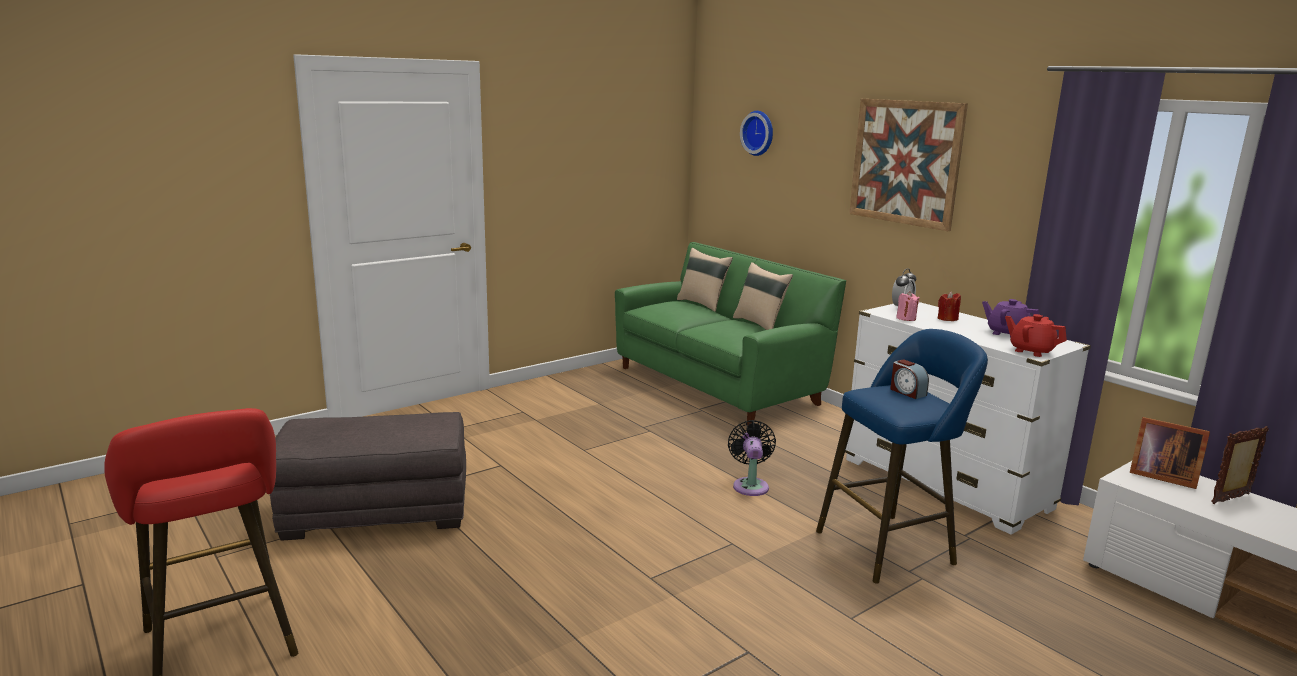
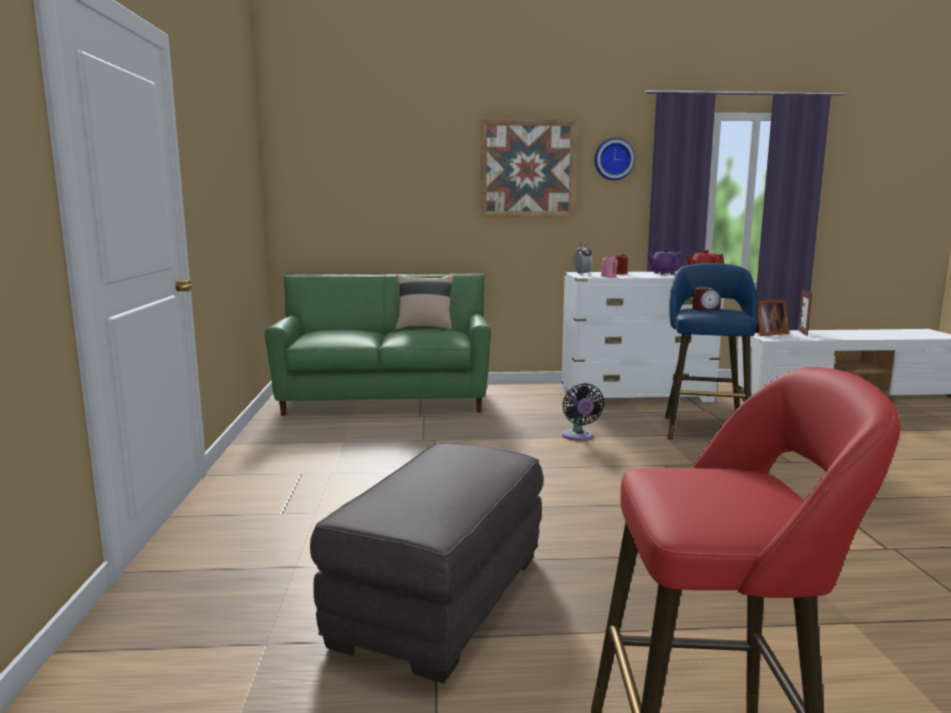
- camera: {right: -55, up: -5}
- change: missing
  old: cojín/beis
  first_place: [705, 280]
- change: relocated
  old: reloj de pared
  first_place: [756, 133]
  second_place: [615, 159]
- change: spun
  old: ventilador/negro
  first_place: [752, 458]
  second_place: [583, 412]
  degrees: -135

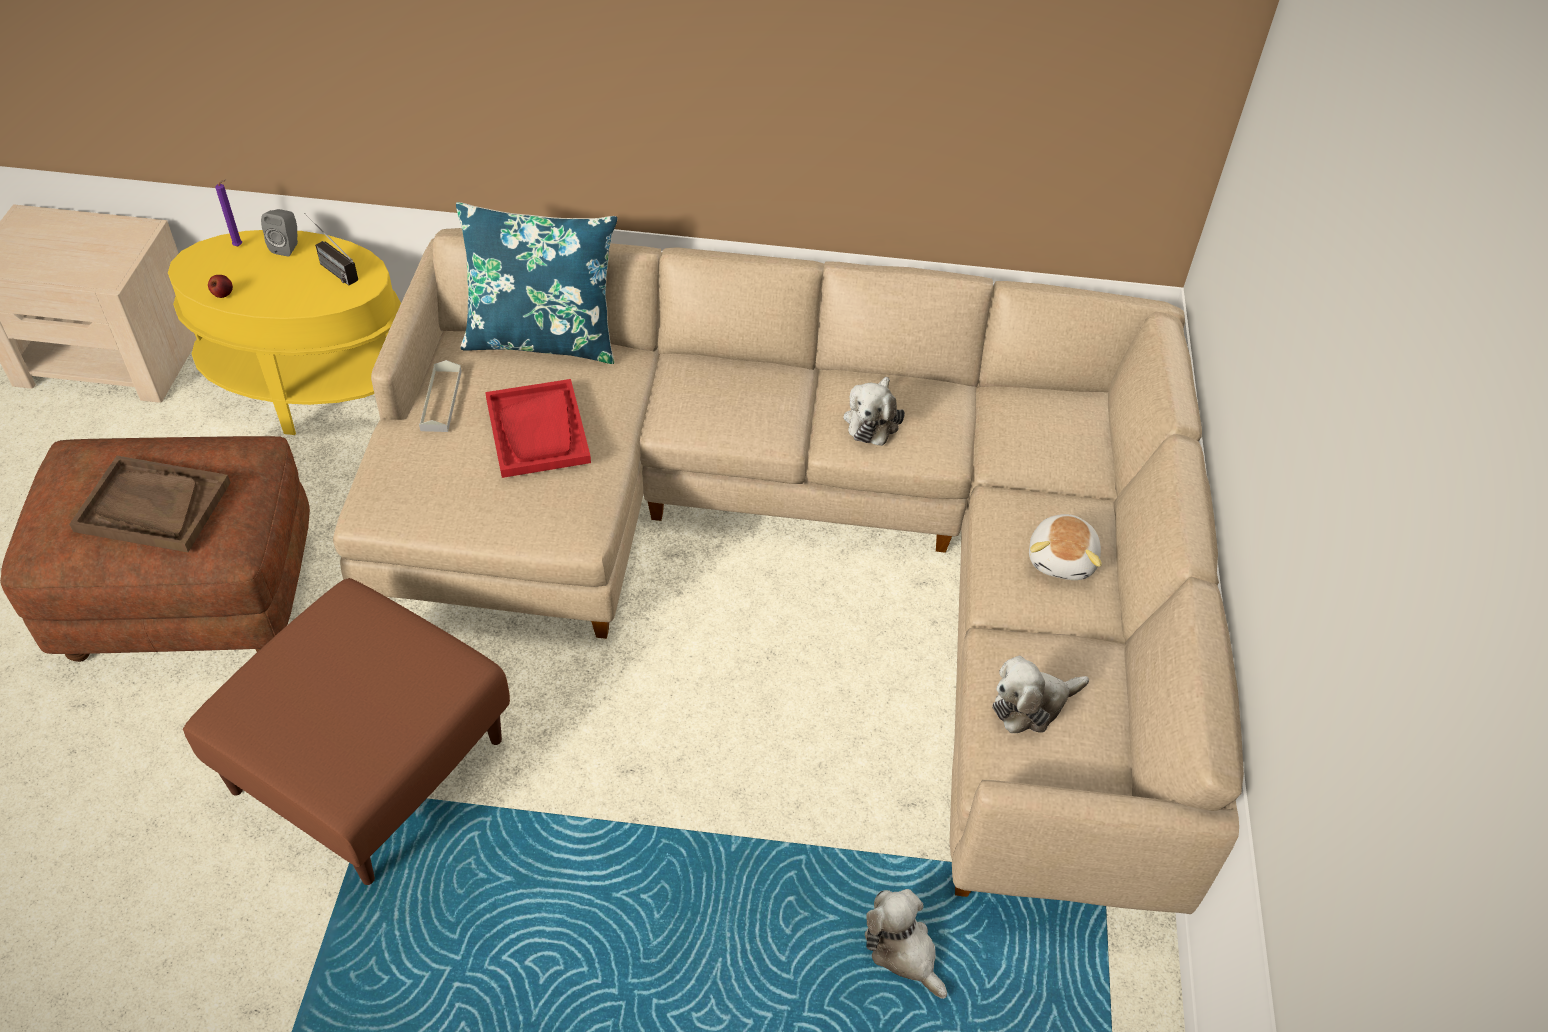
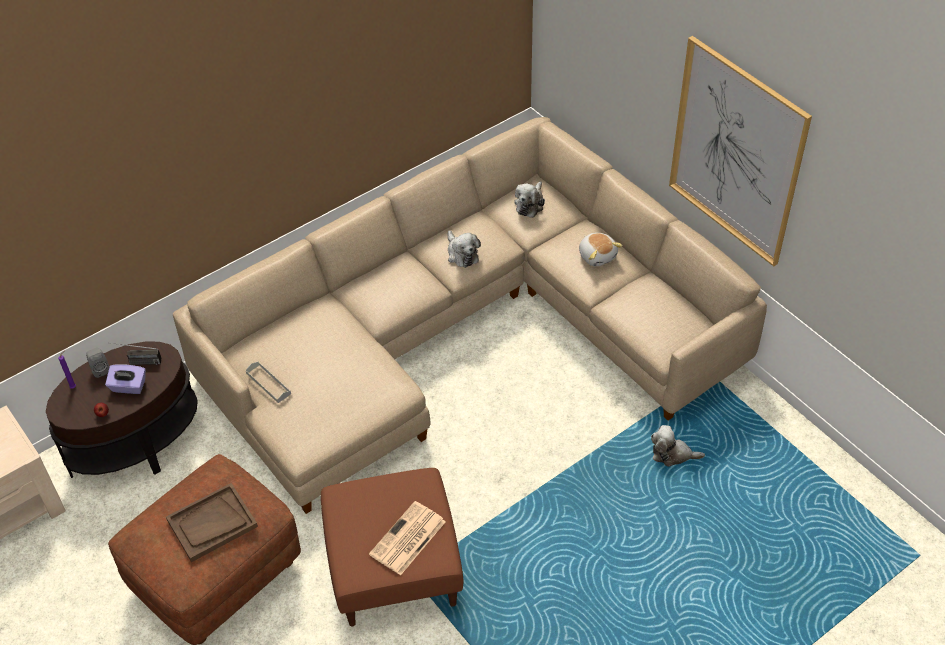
- camera: {right: -40, up: 0}
- change: missing
  old: cojín/azul
  first_place: [536, 283]
- change: missing
  old: bandeja/rojo
  first_place: [538, 428]
- change: appeared
  new: caja de pañuelos/morado
  second_place: [125, 379]
- change: appeared
  new: periódico
  second_place: [407, 538]
- change: appeared
  new: cuadro
  second_place: [740, 151]
- change: relocated
  old: peluche
  first_place: [1040, 694]
  second_place: [529, 199]
- change: colour
  old: mesa auxiliar/amarillo
  new: mesa auxiliar/marrón
  first_place: [284, 332]
  second_place: [122, 410]

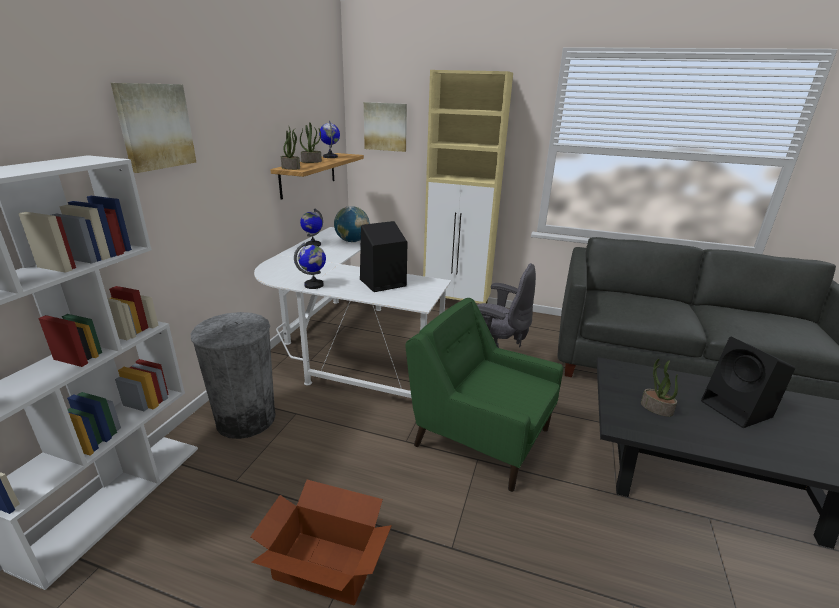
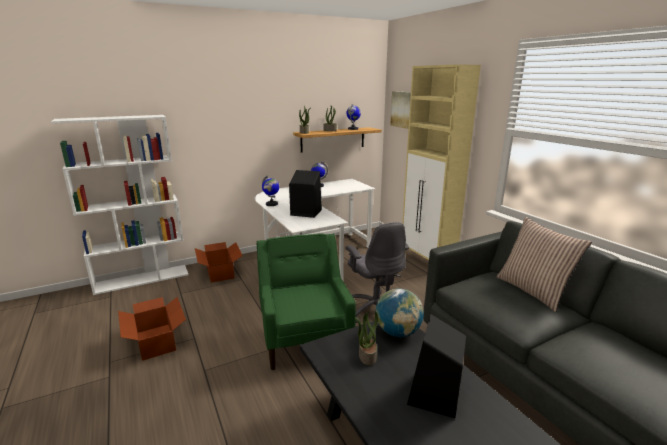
- camera: {right: 45, up: -5}
- change: missing
  old: cuadro
  first_place: [153, 128]
- change: appeared
  new: cojín
  second_place: [544, 264]
- change: relocated
  old: globo terráqueo
  first_place: [352, 224]
  second_place: [400, 312]
- change: exchanged
  old: papelera/gris
  new: caja de cartón
  first_place: [233, 375]
  second_place: [219, 262]

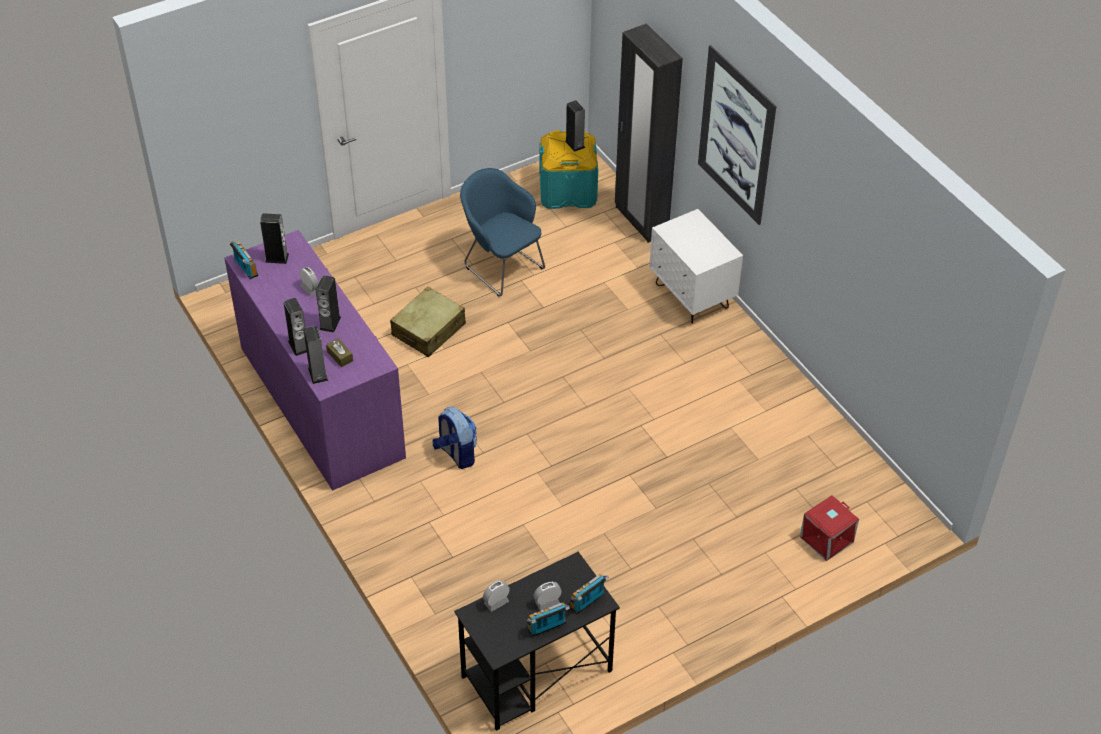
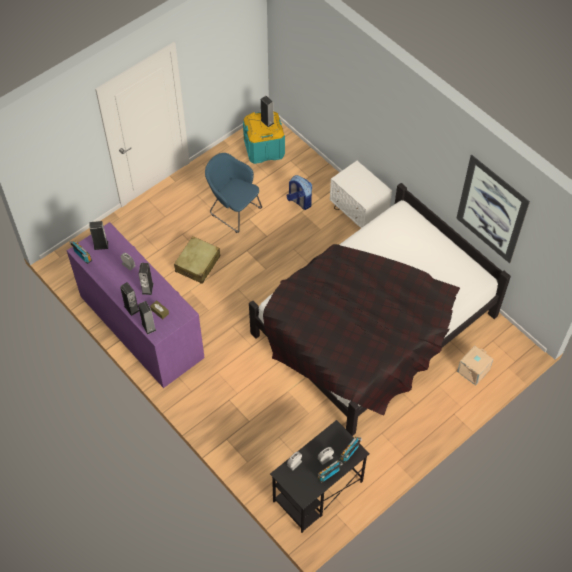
- camera: {right: -10, up: 10}
- change: missing
  old: armario ropero/negro
  first_place: [649, 133]
- change: appeared
  new: cama/negro
  second_place: [380, 309]
- change: relocated
  old: mochila
  first_place: [455, 437]
  second_place: [299, 192]
- change: relocated
  old: cuadro
  first_place: [737, 135]
  second_place: [493, 209]
- change: colour
  old: caja de almacenaje/rojo
  new: caja de almacenaje/beis
  first_place: [829, 528]
  second_place: [475, 365]

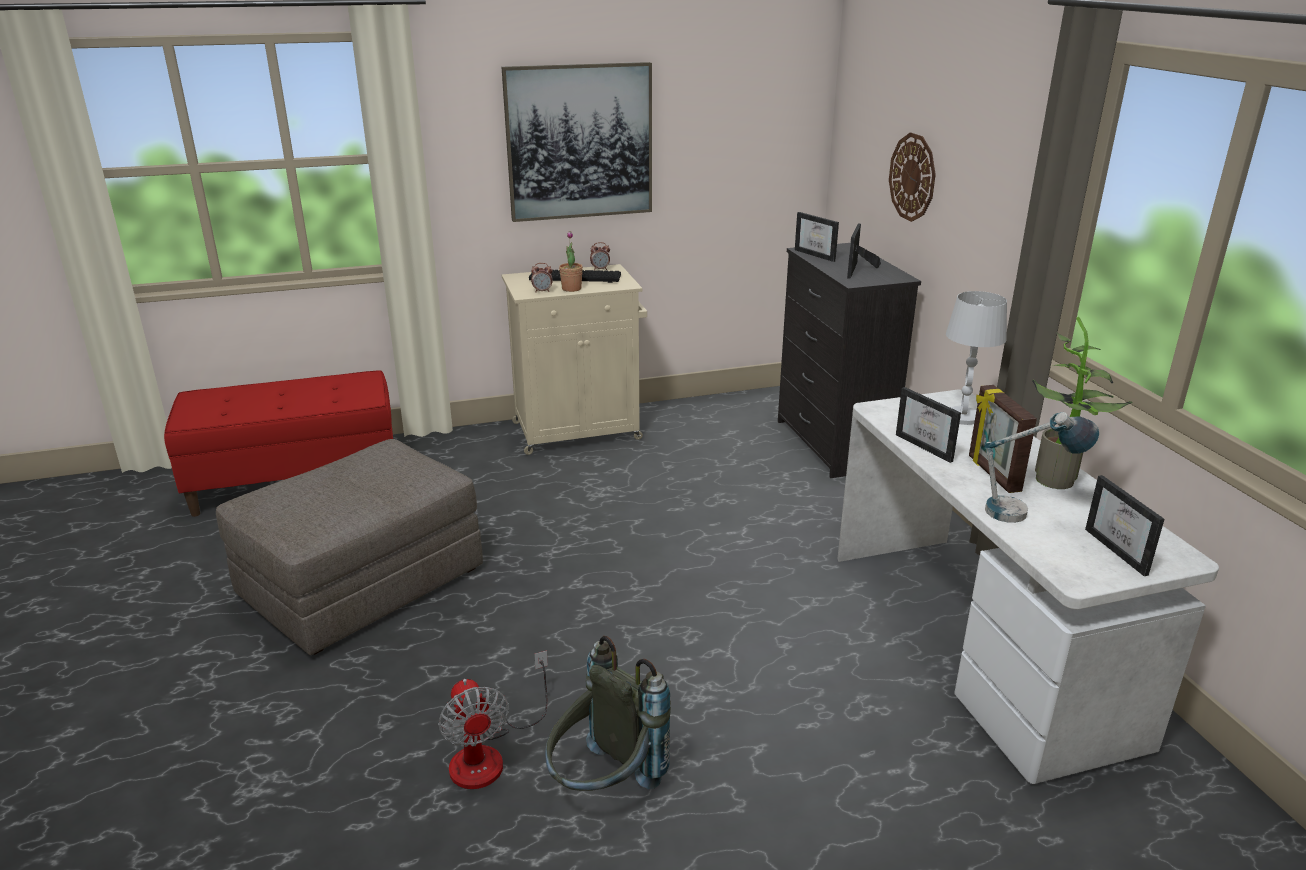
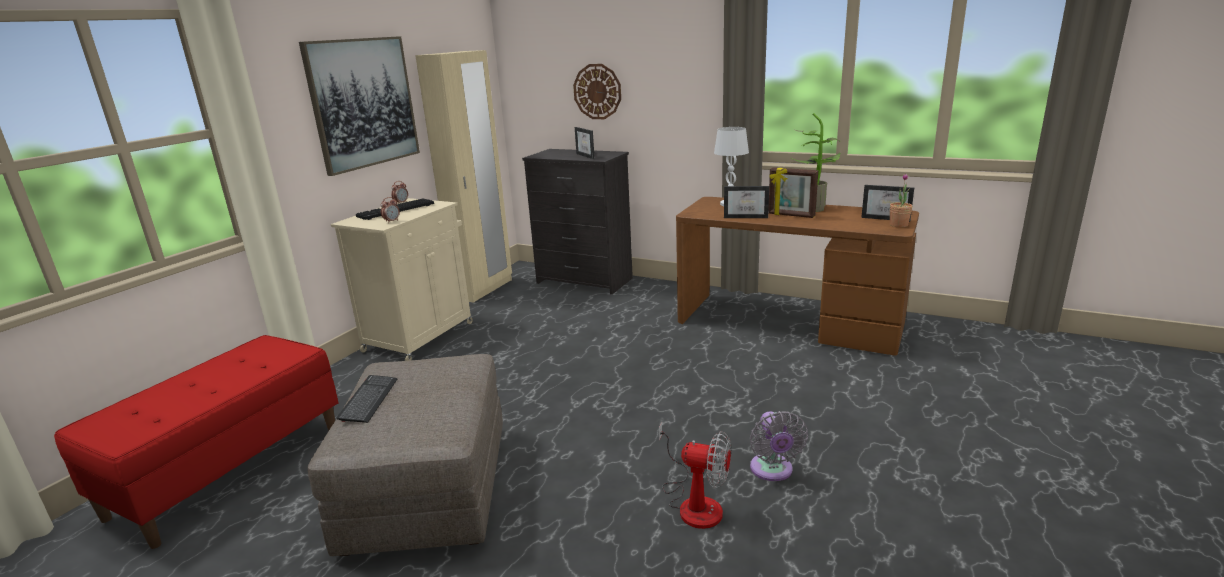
- camera: {right: -45, up: -5}
- change: missing
  old: portarretratos
  first_place: [817, 237]
- change: missing
  old: lámpara de mesa
  first_place: [1042, 467]
- change: appeared
  new: teclado
  second_place: [367, 399]
- change: appeared
  new: armario ropero/beis
  second_place: [463, 176]
- change: relocated
  old: planta en maceta
  first_place: [571, 261]
  second_place: [901, 200]
- change: exchanged
  old: mochila/gris
  new: ventilador/gris
  first_place: [608, 713]
  second_place: [779, 446]
- change: colour
  old: escritorio/blanco
  new: escritorio/marrón
  first_place: [1028, 587]
  second_place: [797, 276]

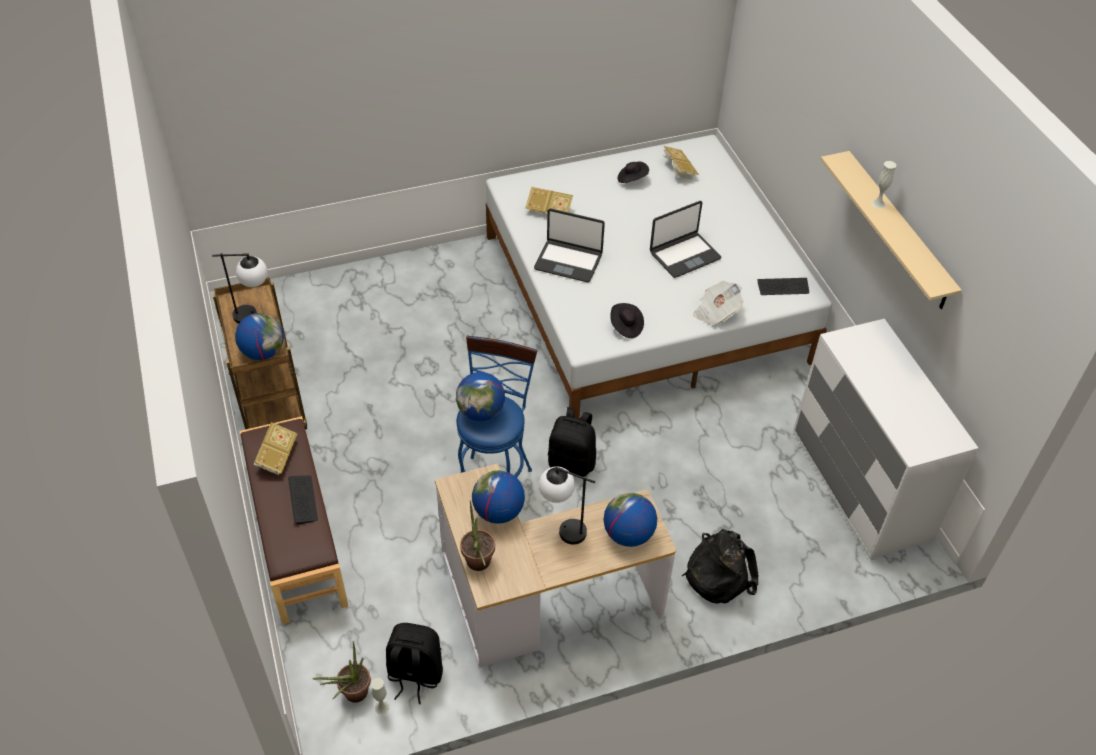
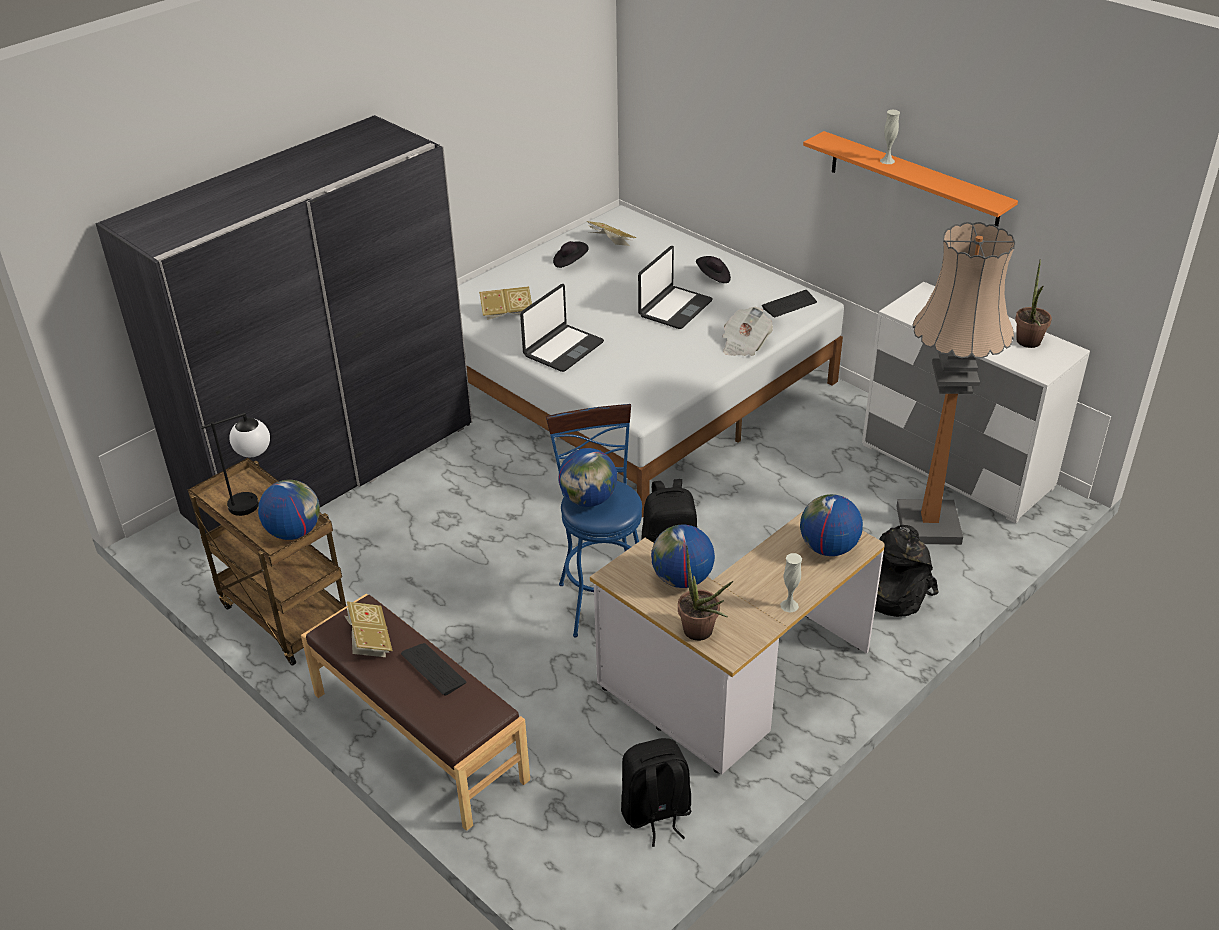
- camera: {right: -25, up: -10}
- change: missing
  old: lámpara de mesa
  first_place: [567, 506]
- change: appeared
  new: armario ropero/gris
  second_place: [284, 324]
- change: appeared
  new: lámpara de pie
  second_place: [955, 383]
- change: relocated
  old: planta en maceta
  first_place: [342, 672]
  second_place: [1033, 303]
- change: relocated
  old: florero/blanco
  first_place: [380, 696]
  second_place: [791, 583]
- change: relocated
  old: sombrero/negro
  first_place: [627, 320]
  second_place: [713, 269]
- change: colour
  old: estante/beis
  new: estante/naranja
  first_place: [891, 230]
  second_place: [910, 179]
- change: spun
  old: portátil
  first_place: [569, 245]
  second_place: [562, 328]
  degrees: -45

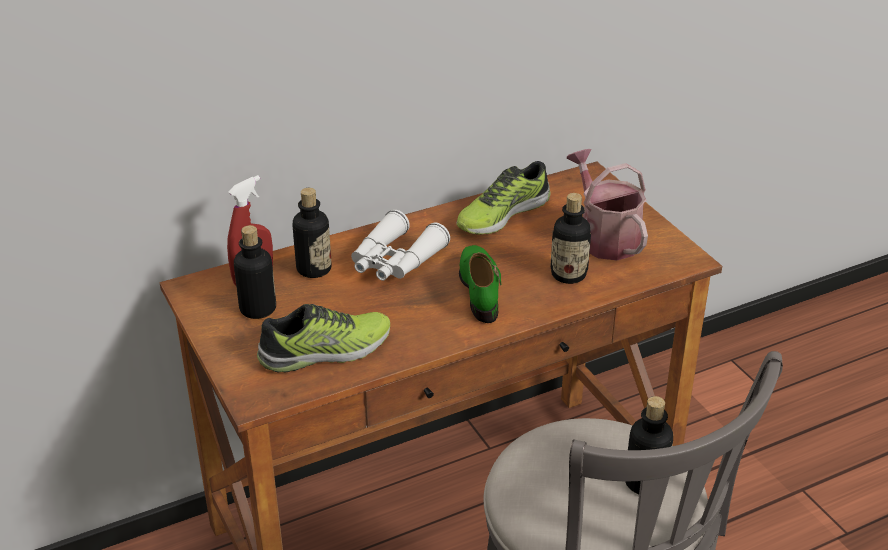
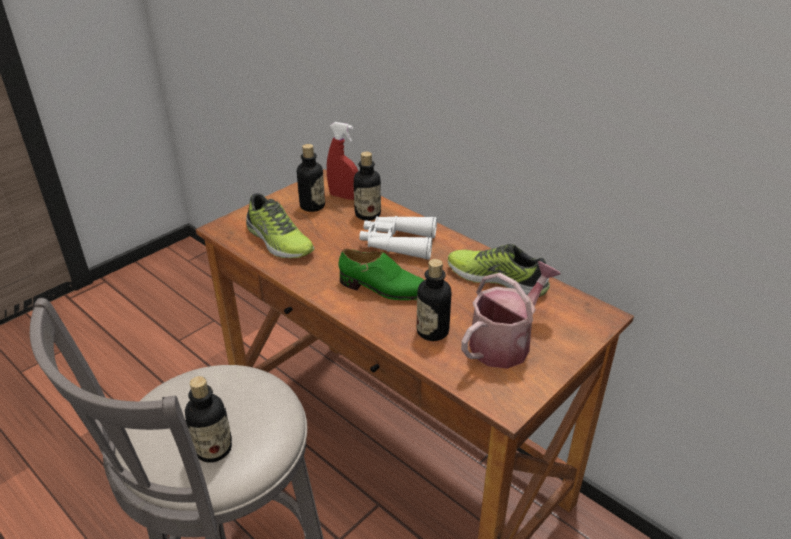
- camera: {right: 70, up: 0}
- change: spun
  old: zapato/verde
  first_place: [480, 284]
  second_place: [381, 274]
  degrees: 45

